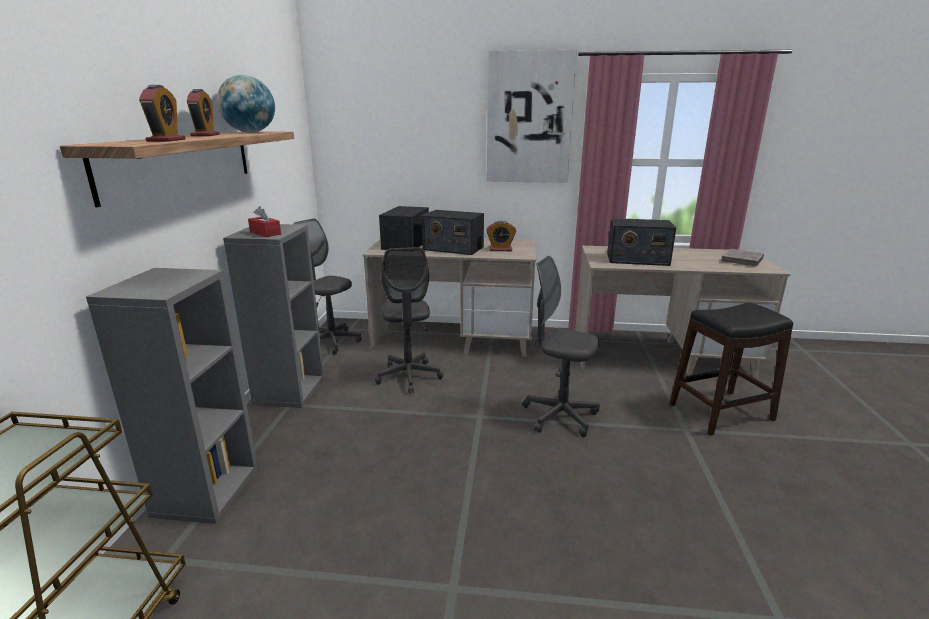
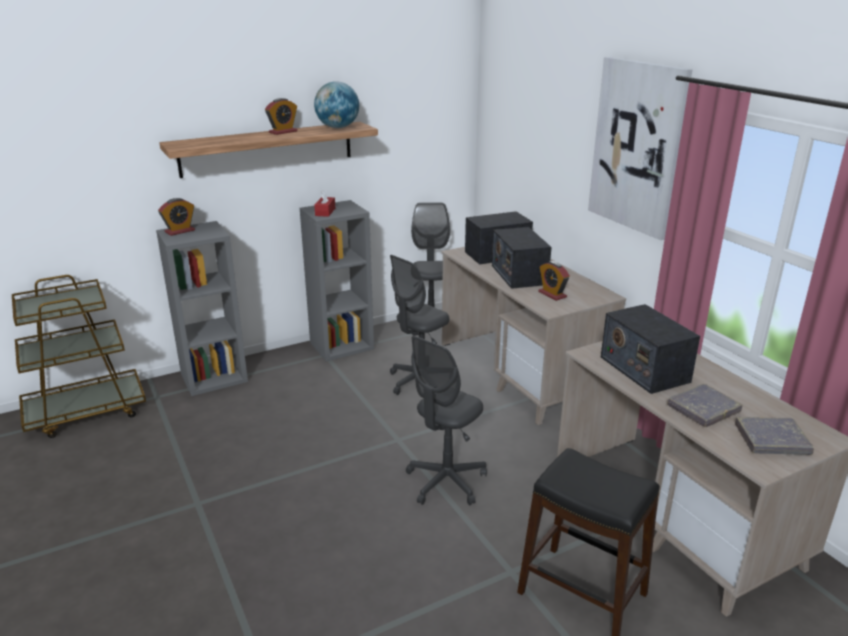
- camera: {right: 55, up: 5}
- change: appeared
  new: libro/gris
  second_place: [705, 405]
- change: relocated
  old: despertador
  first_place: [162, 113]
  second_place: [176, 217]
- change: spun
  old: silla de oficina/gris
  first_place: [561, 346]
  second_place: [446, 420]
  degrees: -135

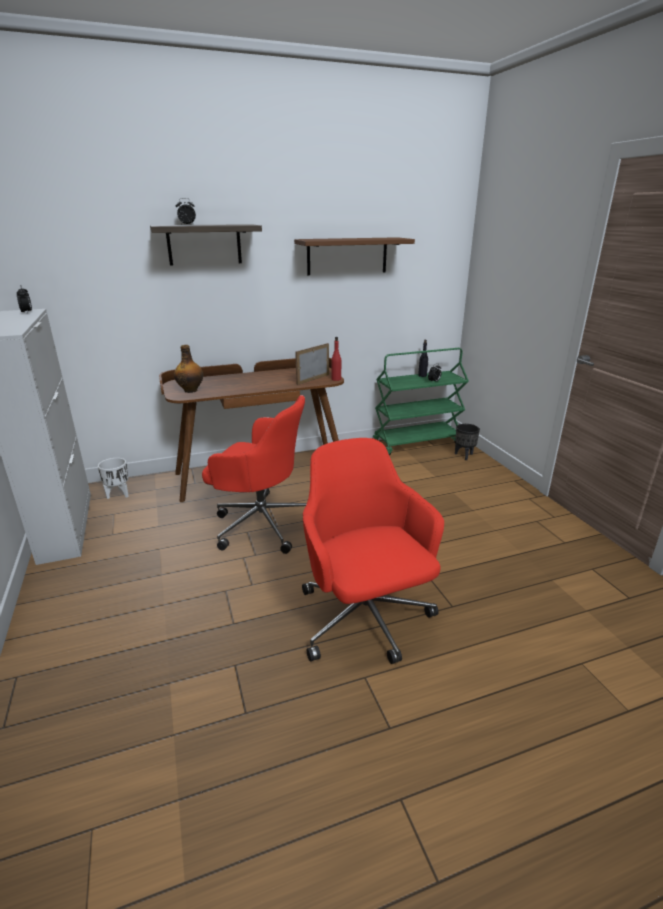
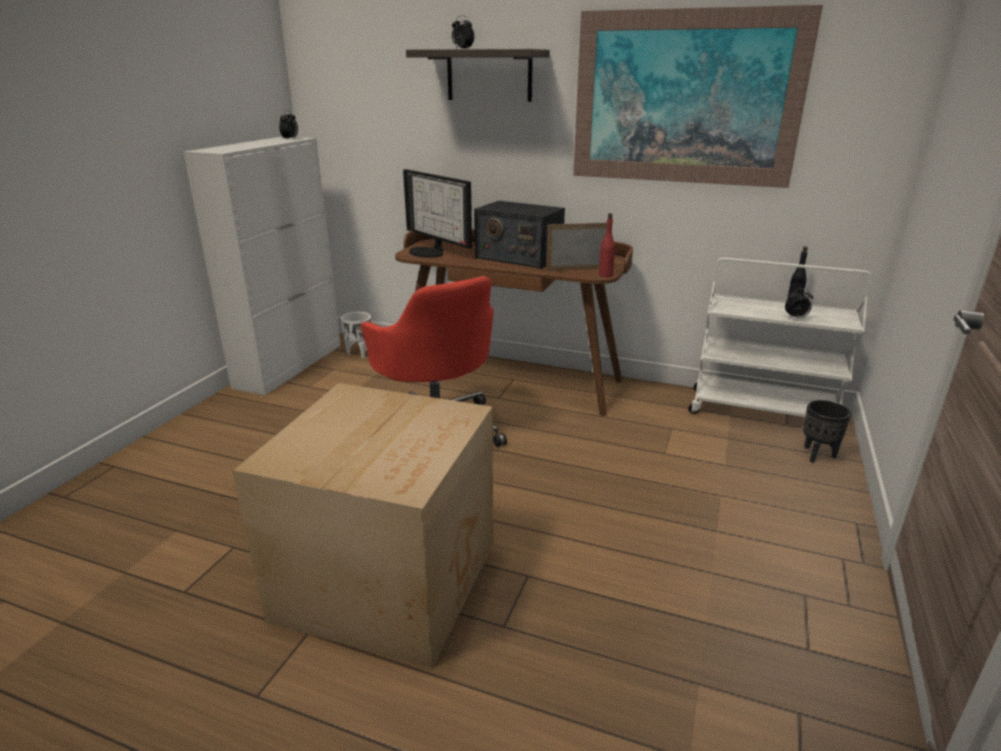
- camera: {right: 40, up: 0}
- change: appeared
  new: radio
  second_place: [520, 235]
- change: exchanged
  old: botella
  new: monitor
  first_place: [188, 369]
  second_place: [437, 213]
- change: exchanged
  old: estante/marrón
  new: cuadro
  first_place: [354, 256]
  second_place: [698, 96]
- change: exchanged
  old: silla de oficina/rojo
  new: caja de cartón
  first_place: [373, 551]
  second_place: [363, 526]
- change: colour
  old: carrito/verde
  new: carrito/blanco
  first_place: [421, 401]
  second_place: [780, 337]

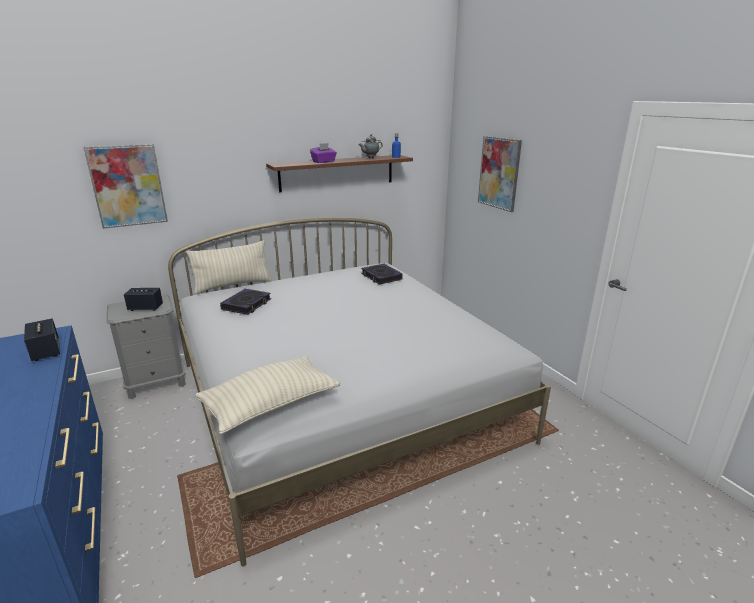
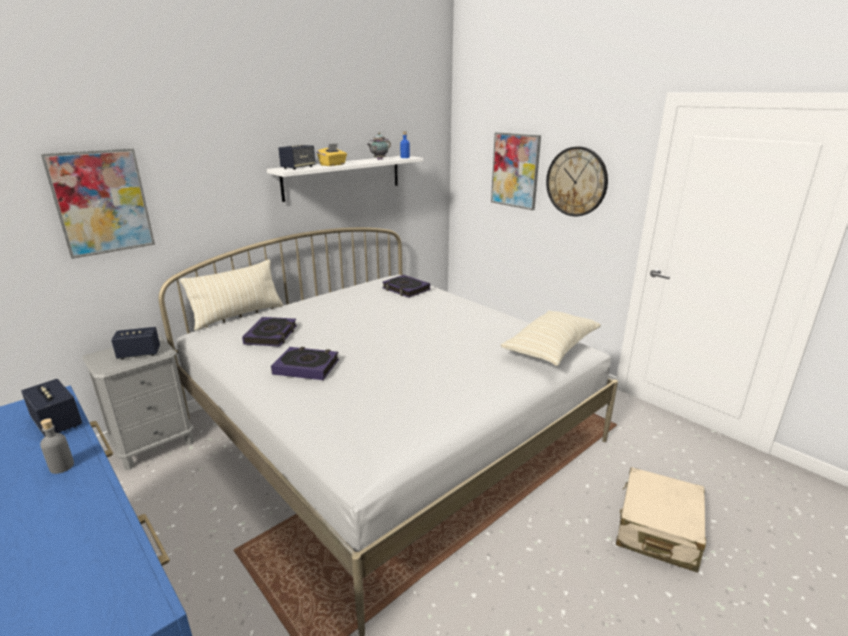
- camera: {right: -15, up: 0}
- change: appeared
  new: botella/gris
  second_place: [57, 446]
- change: appeared
  new: libro
  second_place: [305, 363]
- change: appeared
  new: altavoz
  second_place: [296, 157]
- change: appeared
  new: reloj de pared
  second_place: [577, 181]
- change: appeared
  new: maleta/beis
  second_place: [661, 520]
- change: relocated
  old: cojín/beis
  first_place: [267, 394]
  second_place: [551, 338]
- change: colour
  old: estante/marrón
  new: estante/blanco
  first_place: [339, 173]
  second_place: [345, 179]
- change: colour
  old: caja de pañuelos/morado
  new: caja de pañuelos/amarillo
  first_place: [323, 153]
  second_place: [332, 154]

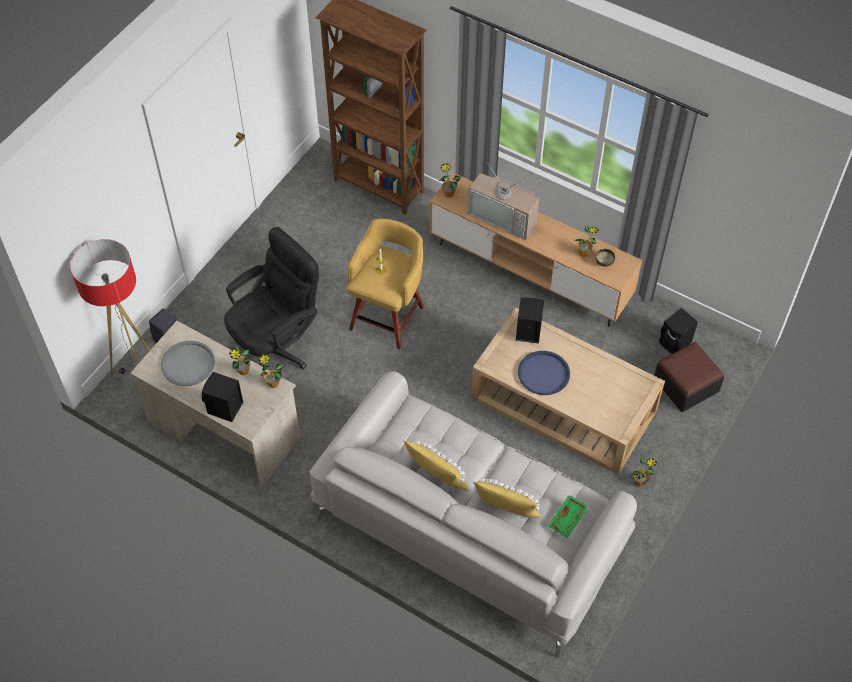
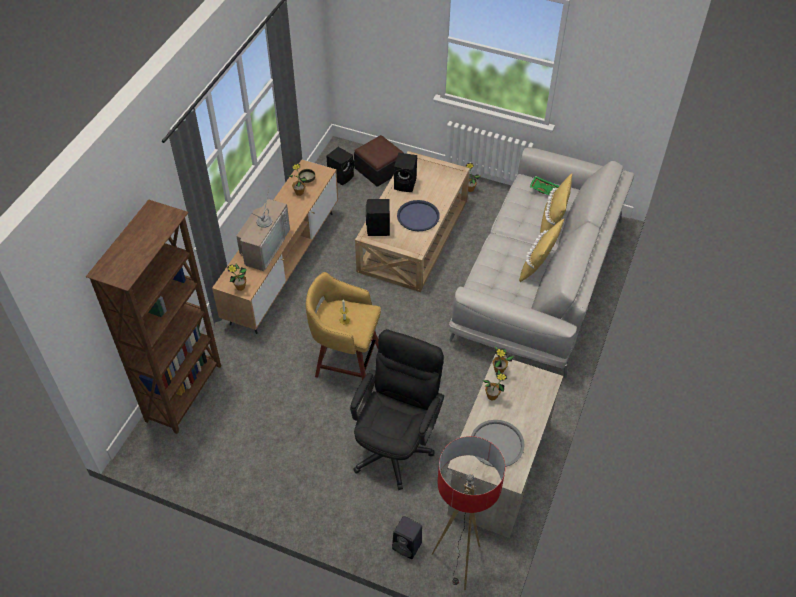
- camera: {right: -100, up: -5}
- change: relocated
  old: altavoz/negro
  first_place: [222, 397]
  second_place: [405, 172]
- change: spun
  old: silla de oficina/negro
  first_place: [271, 298]
  second_place: [397, 409]
  degrees: 75

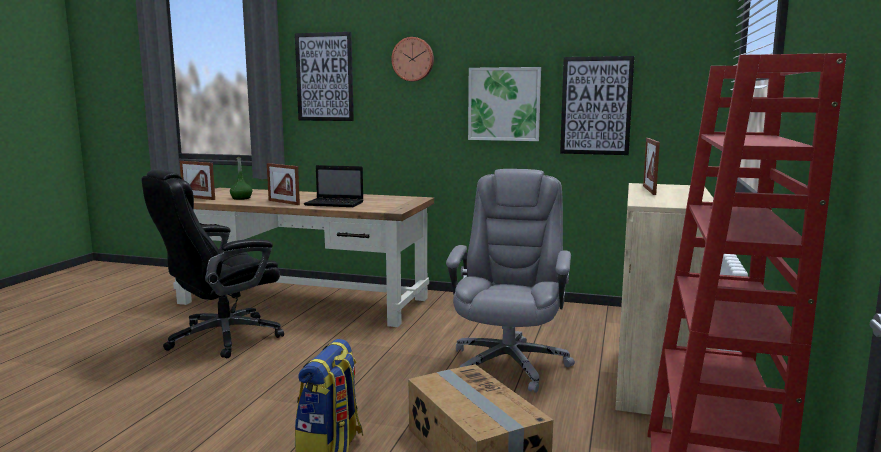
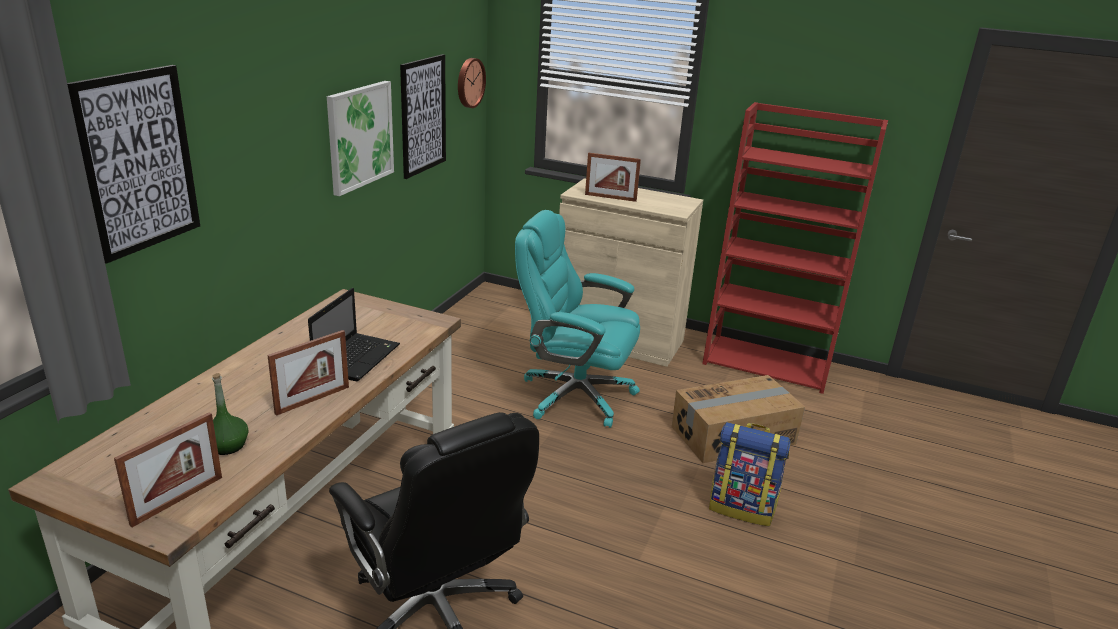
- camera: {right: -85, up: 15}
- change: relocated
  old: reloj de pared
  first_place: [412, 59]
  second_place: [472, 83]
- change: colour
  old: silla de oficina/gris
  new: silla de oficina/turquesa
  first_place: [510, 281]
  second_place: [577, 319]

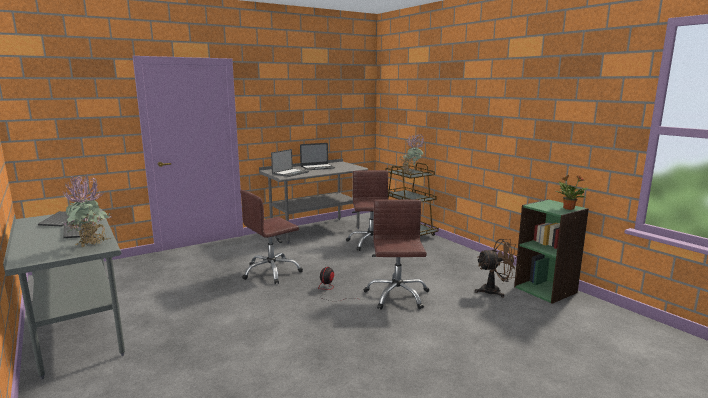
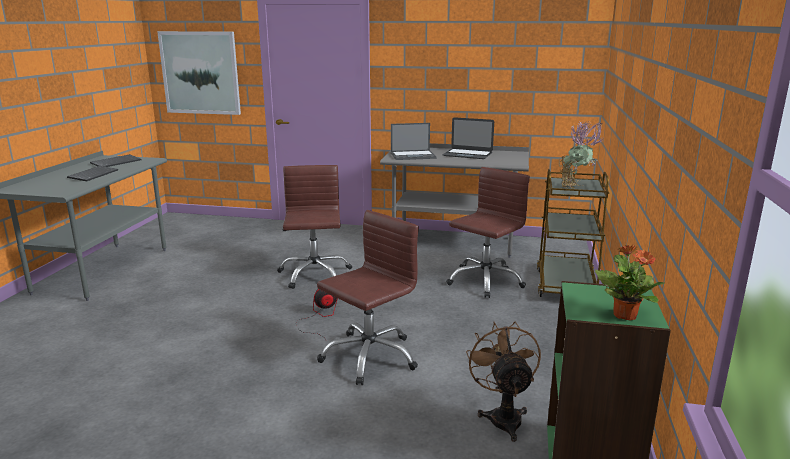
- camera: {right: 45, up: 5}
- change: missing
  old: planta en maceta
  first_place: [87, 211]
- change: appeared
  new: cuadro
  second_place: [199, 73]
- change: spun
  old: silla de oficina/marrón
  first_place: [271, 237]
  second_place: [314, 227]
  degrees: 75
- change: spun
  old: ventilador/marrón
  first_place: [497, 268]
  second_place: [503, 381]
  degrees: -135

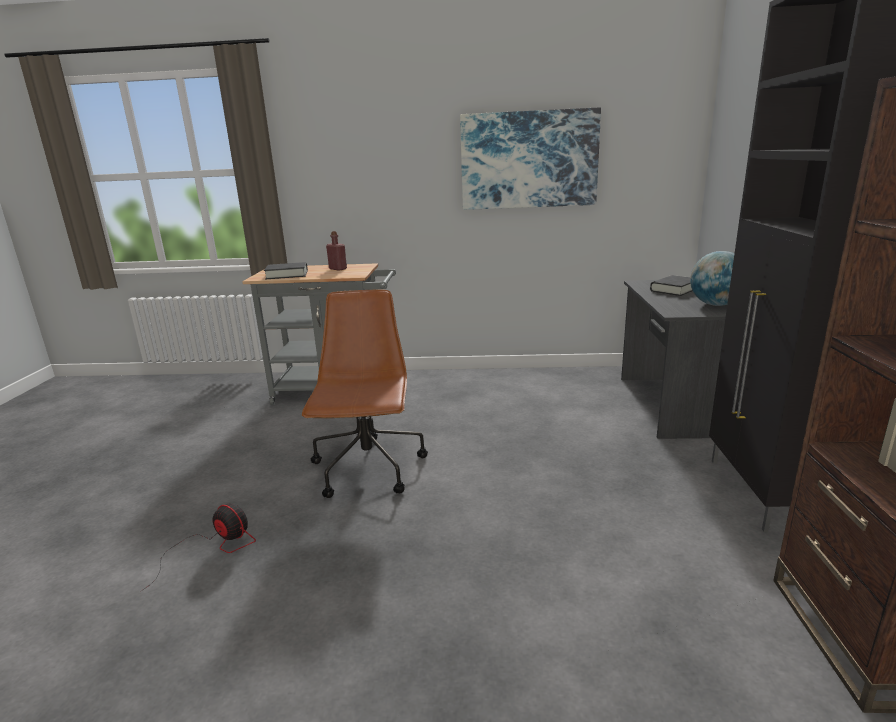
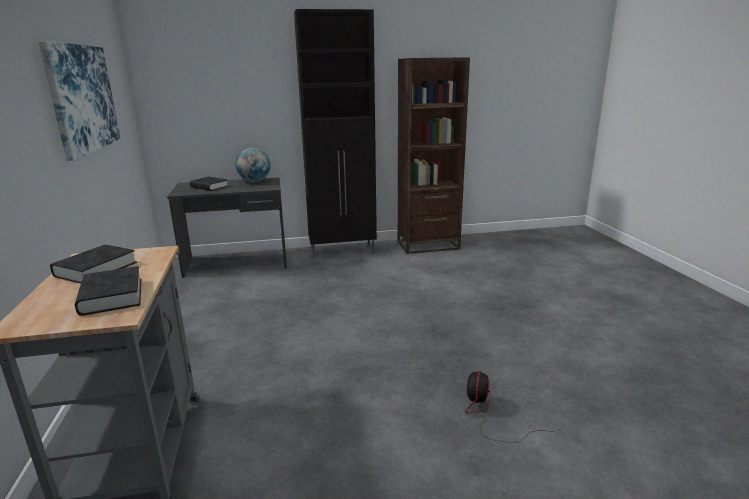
- camera: {right: -105, up: 0}
- change: missing
  old: silla de oficina/marrón
  first_place: [365, 394]
- change: exchanged
  old: botella/rojo
  new: libro/negro
  first_place: [336, 251]
  second_place: [93, 264]

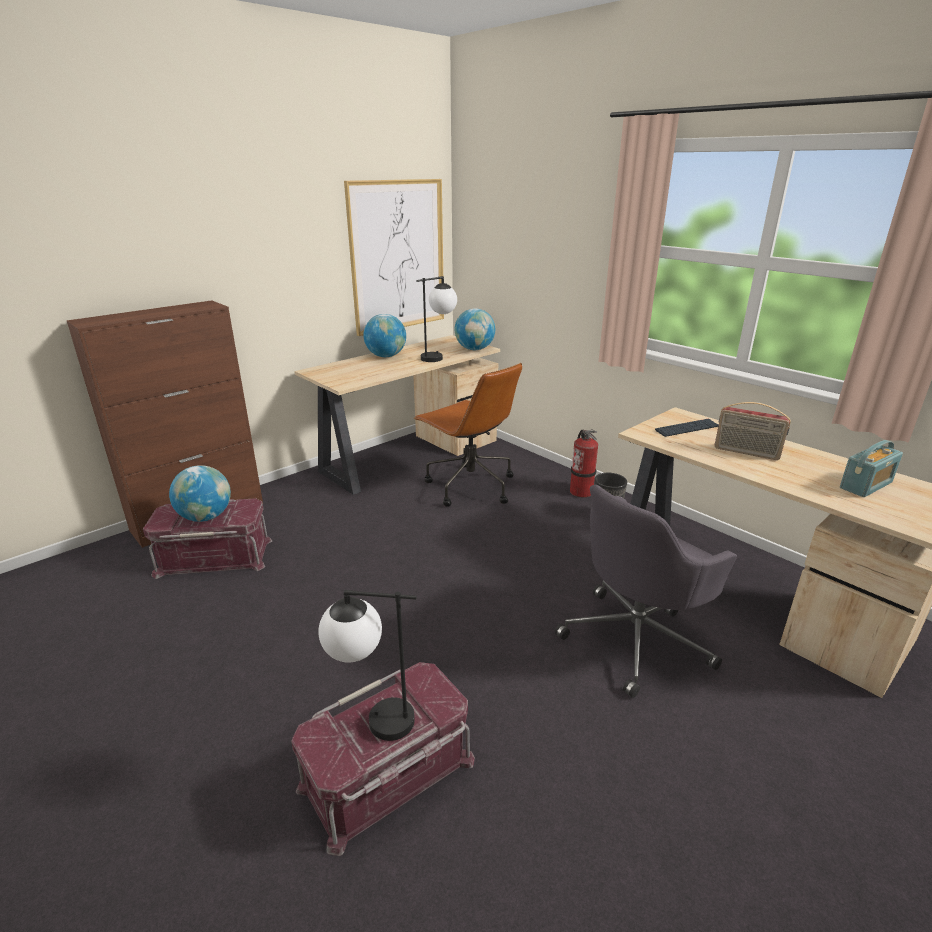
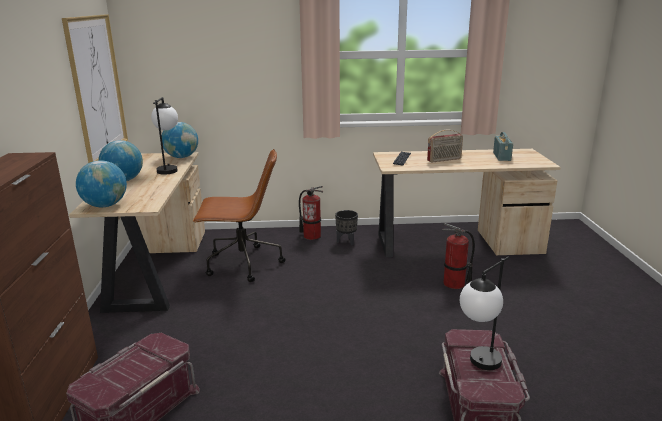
- camera: {right: -50, up: -5}
- change: relocated
  old: globo terráqueo
  first_place: [200, 493]
  second_place: [101, 183]
- change: exchanged
  old: silla de oficina/gris
  new: extintor
  first_place: [646, 591]
  second_place: [458, 256]

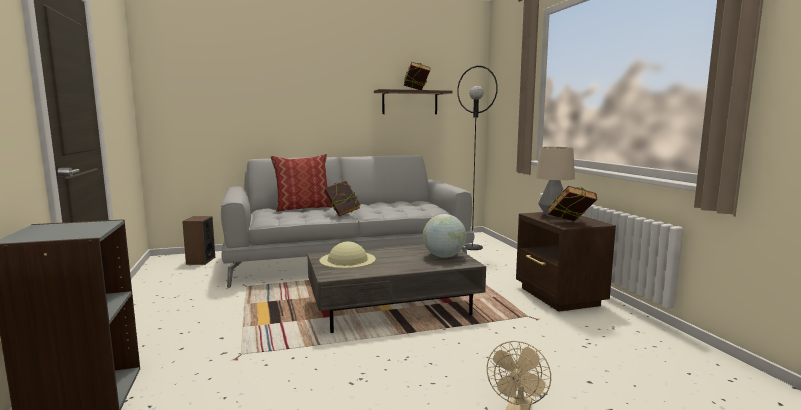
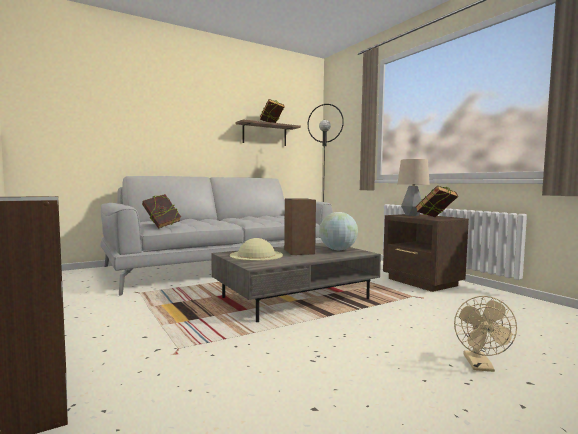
- camera: {right: -15, up: -5}
- change: missing
  old: cojín
  first_place: [301, 183]
- change: relocated
  old: altavoz
  first_place: [198, 240]
  second_place: [300, 227]
- change: relocated
  old: libro
  first_place: [343, 198]
  second_place: [161, 211]

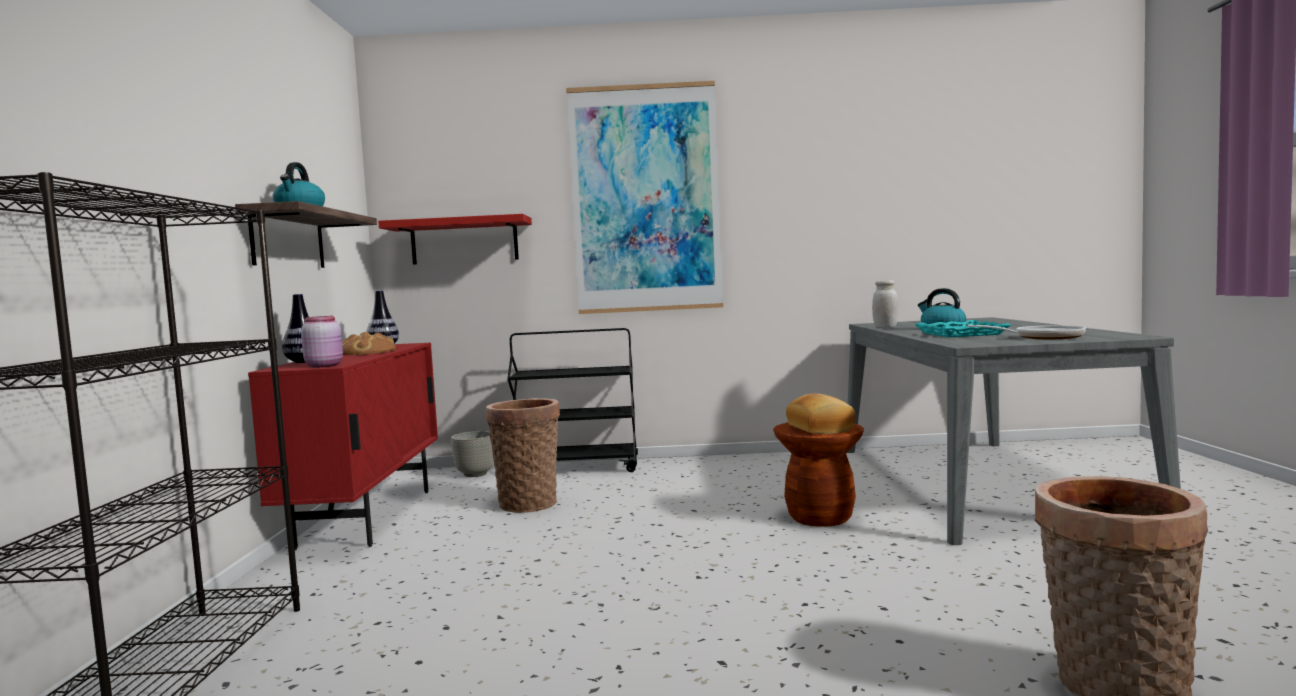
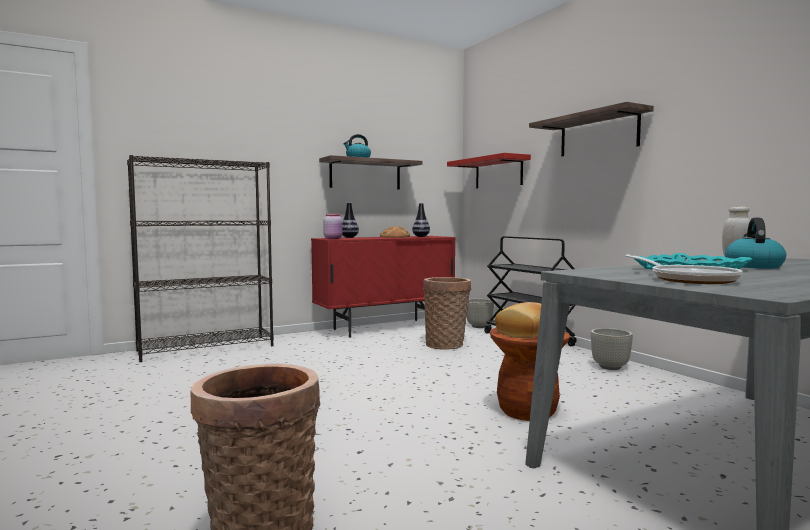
- camera: {right: 60, up: 0}
- change: appeared
  new: maceta/gris
  second_place: [612, 349]
- change: exchanged
  old: cuadro
  new: estante
  first_place: [644, 197]
  second_place: [591, 129]

